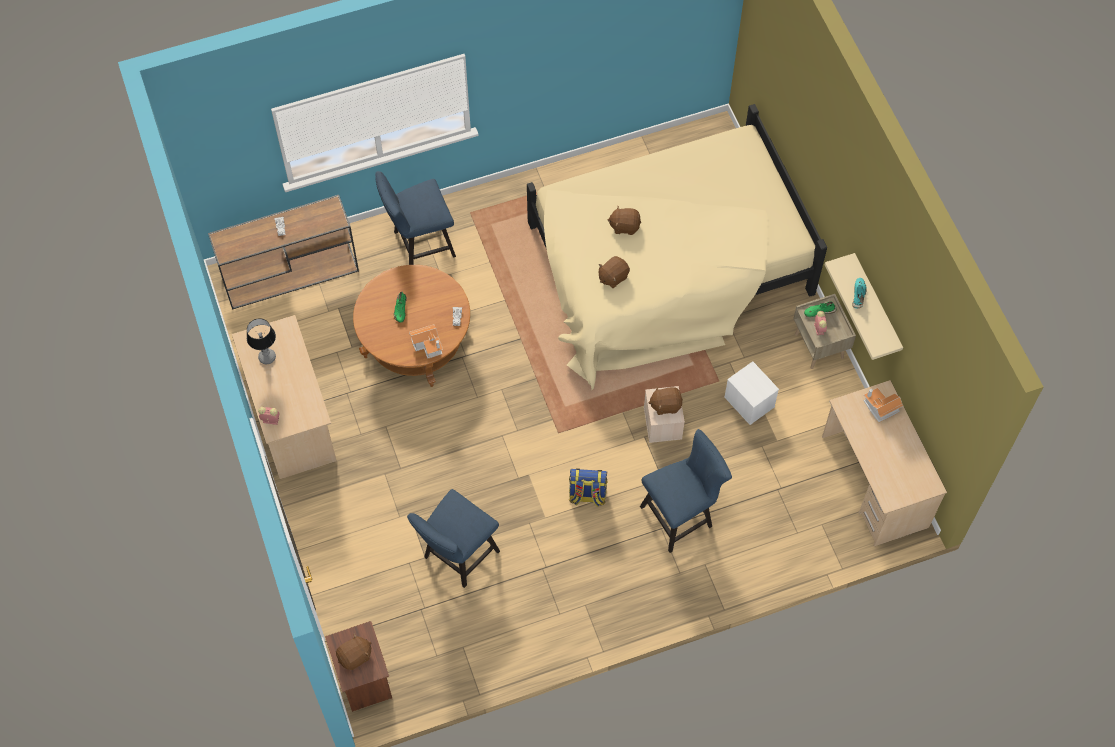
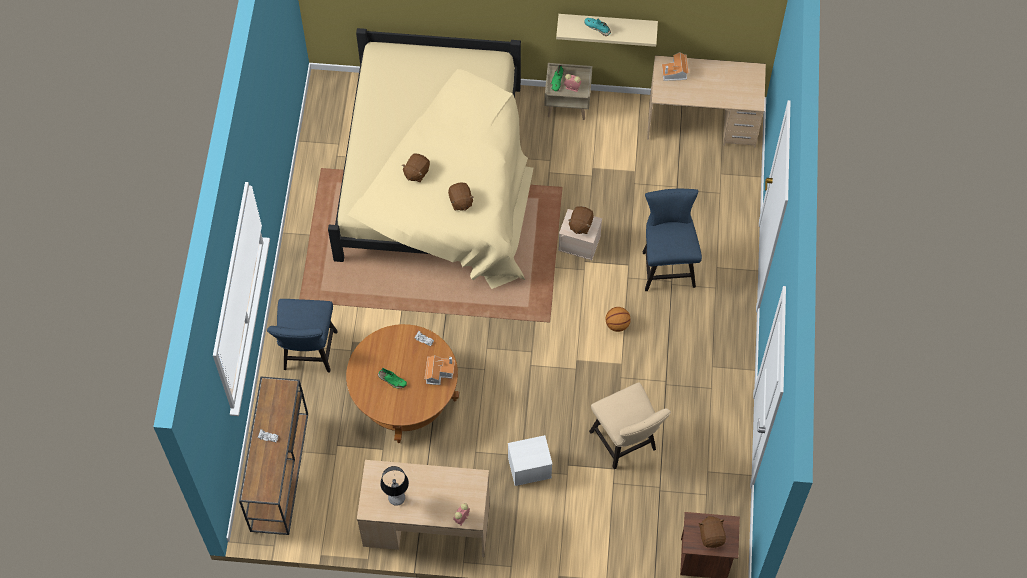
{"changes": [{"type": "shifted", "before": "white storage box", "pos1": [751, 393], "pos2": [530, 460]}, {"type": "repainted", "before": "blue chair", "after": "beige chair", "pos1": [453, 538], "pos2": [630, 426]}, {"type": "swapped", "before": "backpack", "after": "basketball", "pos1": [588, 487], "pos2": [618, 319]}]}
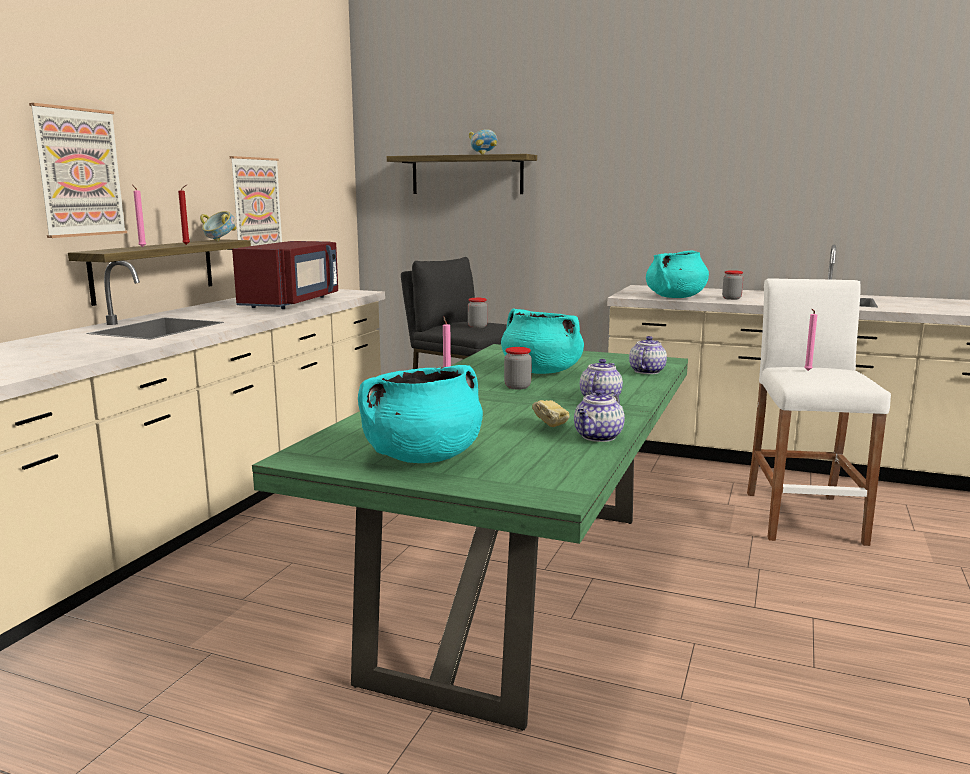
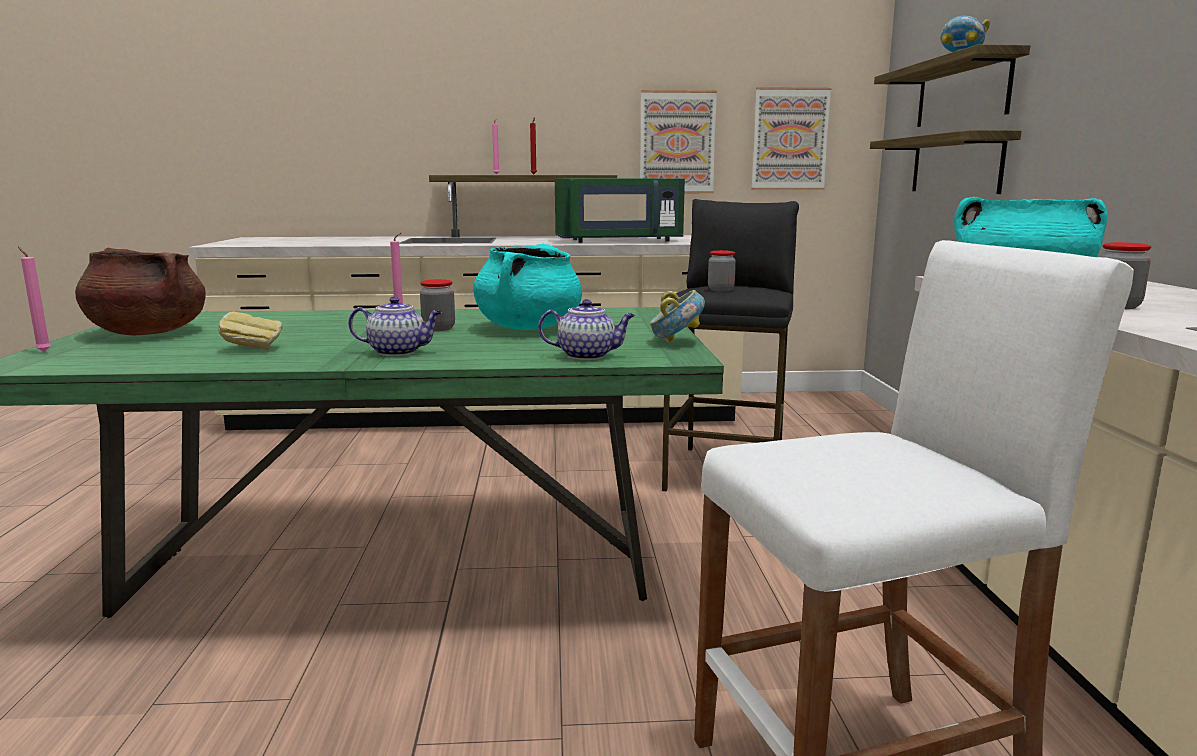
{"changes": [{"type": "shifted", "before": "pink candle", "pos1": [811, 340], "pos2": [34, 299]}, {"type": "repainted", "before": "turquoise cooking pot", "after": "brown cooking pot", "pos1": [420, 414], "pos2": [140, 291]}, {"type": "repainted", "before": "red microwave", "after": "green microwave", "pos1": [285, 275], "pos2": [620, 210]}, {"type": "shifted", "before": "bowl", "pos1": [218, 226], "pos2": [677, 316]}, {"type": "shifted", "before": "picture", "pos1": [78, 170], "pos2": [791, 138]}, {"type": "new", "after": "shelf", "pos2": [946, 162]}, {"type": "gone", "before": "teapot", "pos1": [599, 415]}]}
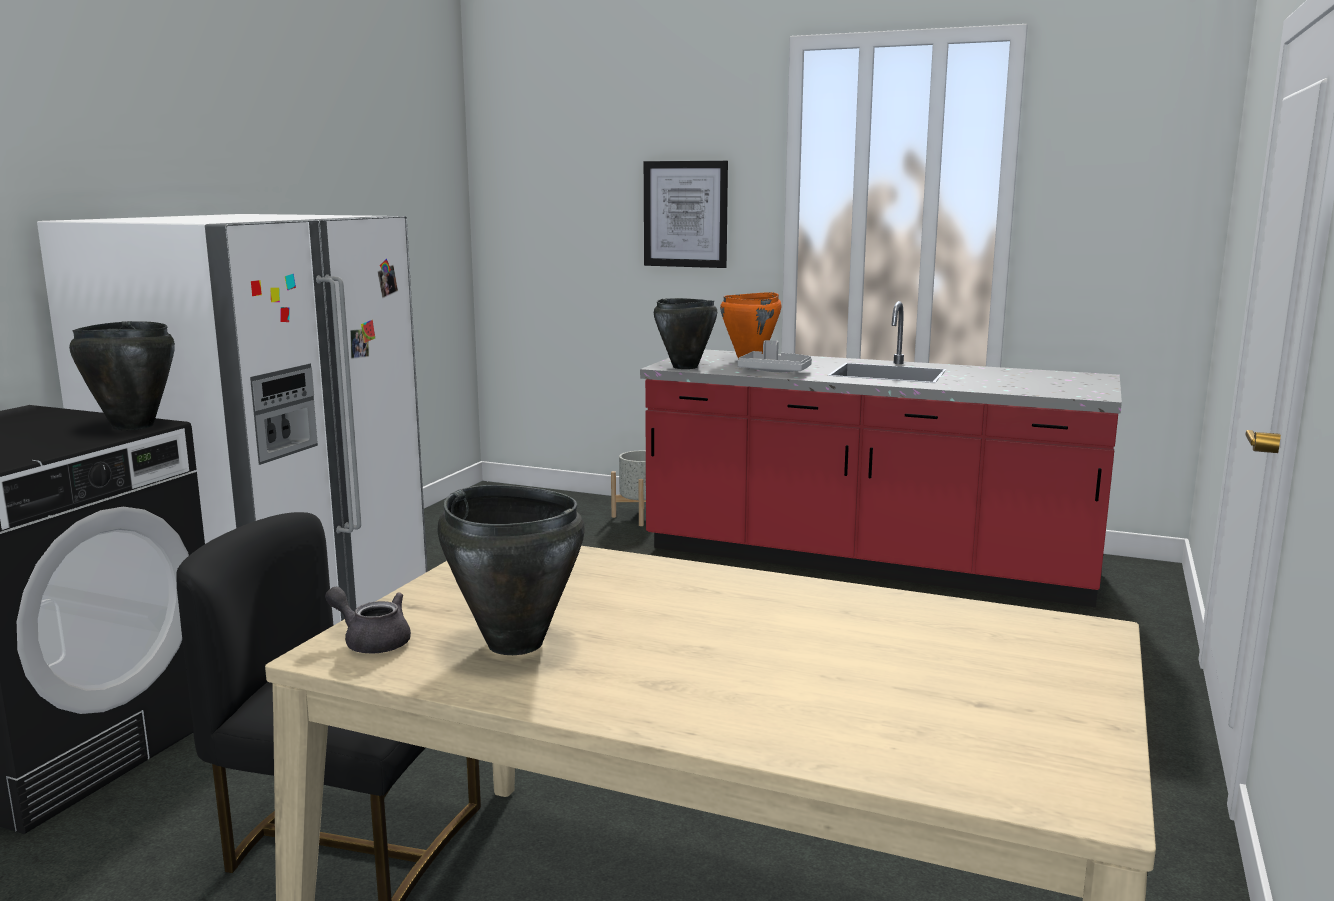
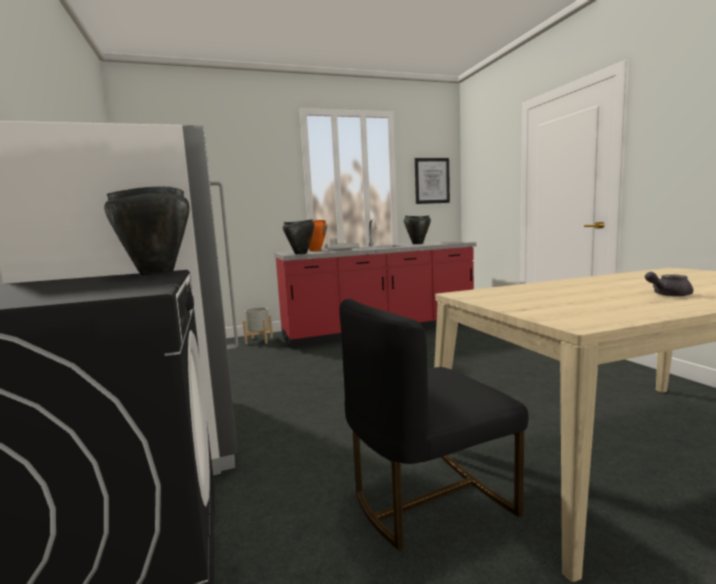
{"changes": [{"type": "shifted", "before": "black cooking pot", "pos1": [511, 570], "pos2": [417, 229]}, {"type": "shifted", "before": "picture", "pos1": [686, 214], "pos2": [432, 181]}, {"type": "shifted", "before": "grey teapot", "pos1": [368, 620], "pos2": [669, 284]}]}
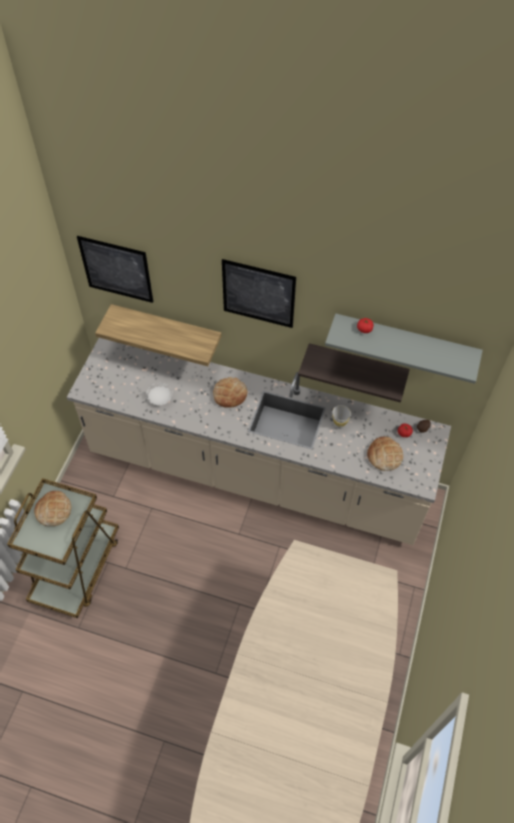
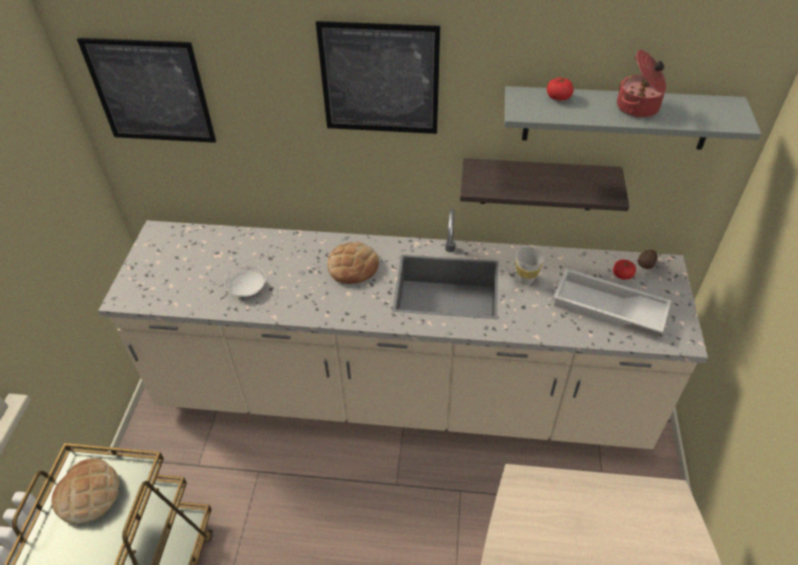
{"changes": [{"type": "swapped", "before": "bread", "after": "white tray", "pos1": [385, 454], "pos2": [612, 300]}, {"type": "new", "after": "cooking pot", "pos2": [641, 84]}, {"type": "gone", "before": "shelf", "pos1": [158, 335]}]}
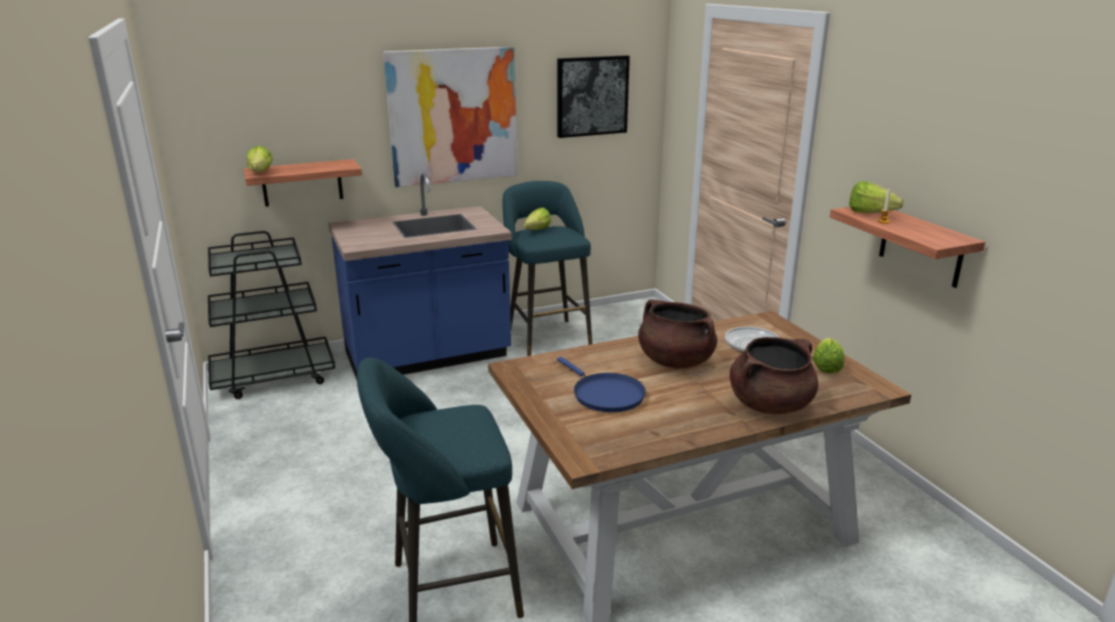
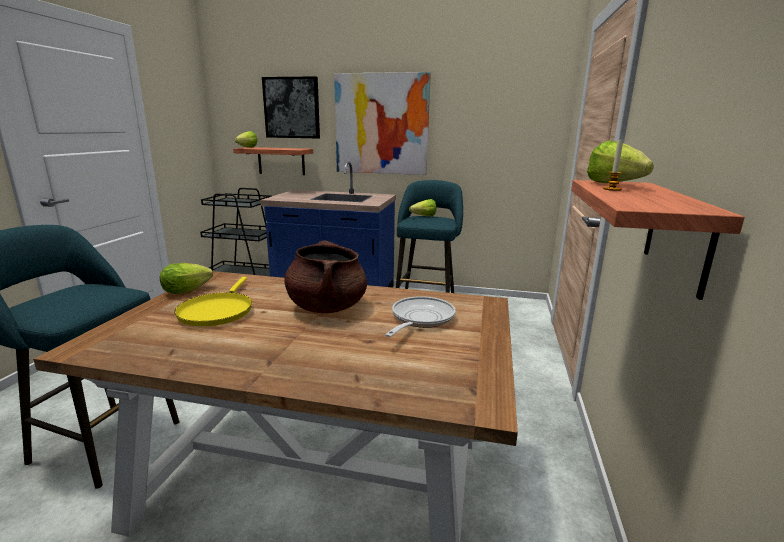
{"changes": [{"type": "shifted", "before": "lettuce", "pos1": [828, 356], "pos2": [186, 278]}, {"type": "repainted", "before": "blue frying pan", "after": "yellow frying pan", "pos1": [601, 384], "pos2": [213, 301]}, {"type": "shifted", "before": "picture", "pos1": [593, 96], "pos2": [291, 107]}, {"type": "gone", "before": "brown cooking pot", "pos1": [774, 375]}]}
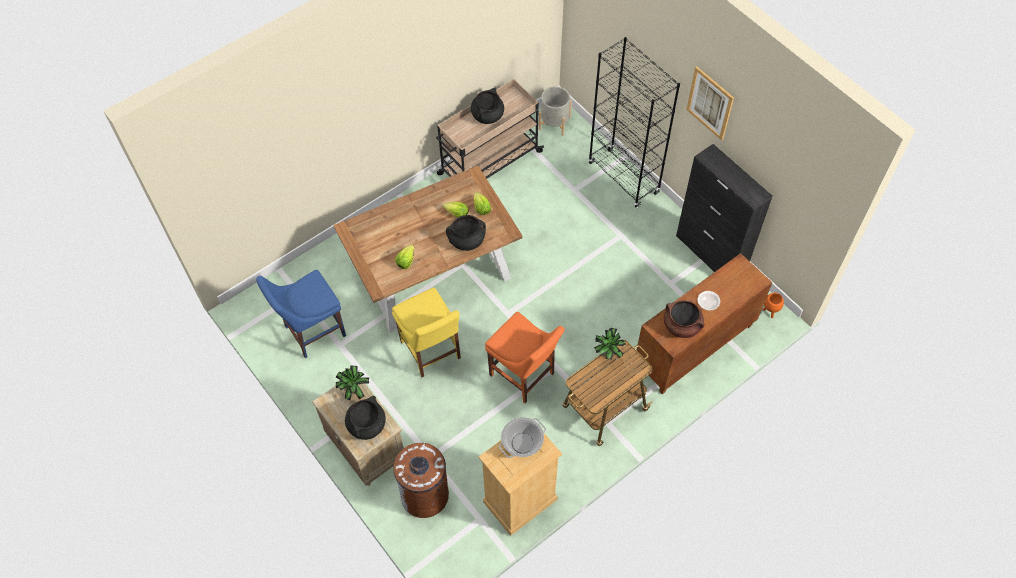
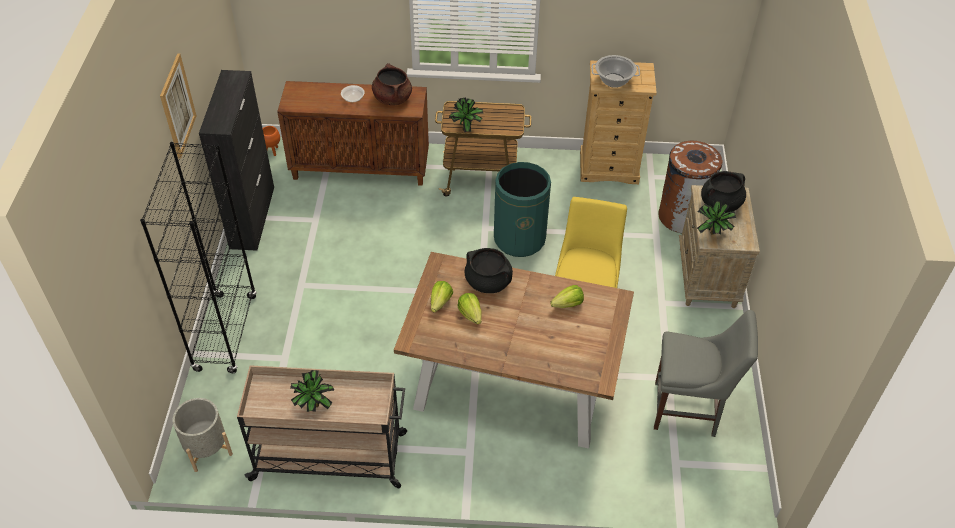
{"changes": [{"type": "swapped", "before": "black cooking pot", "after": "potted plant", "pos1": [487, 106], "pos2": [312, 391]}, {"type": "swapped", "before": "orange chair", "after": "green trash can", "pos1": [524, 357], "pos2": [522, 209]}, {"type": "repainted", "before": "blue chair", "after": "grey chair", "pos1": [301, 314], "pos2": [706, 373]}]}
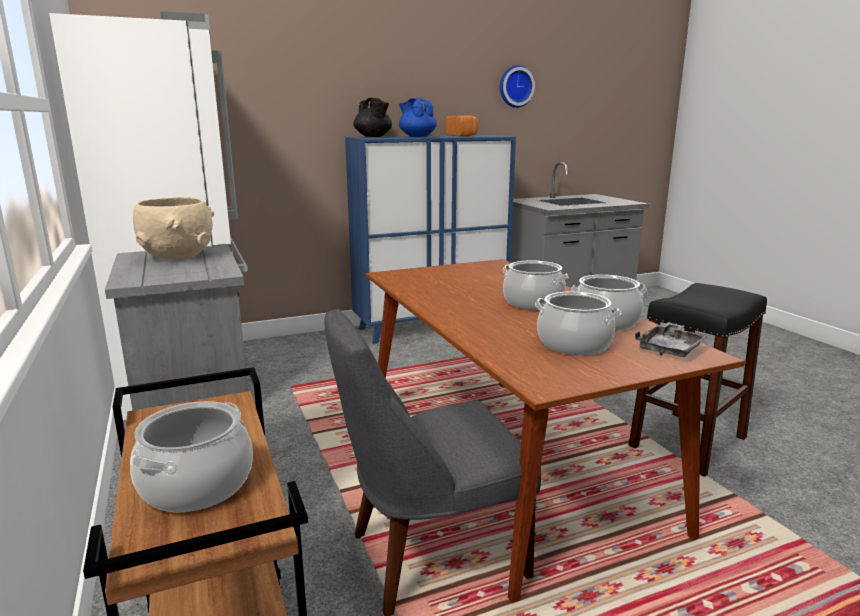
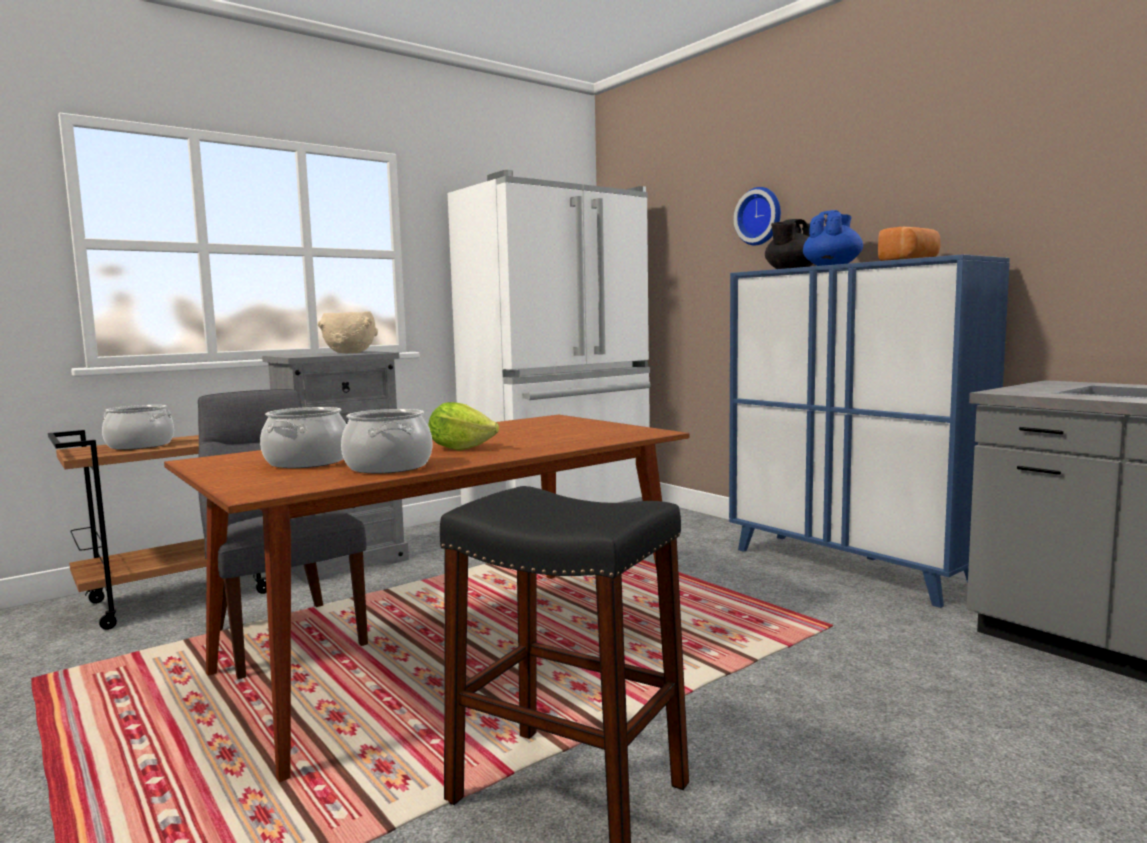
{"changes": [{"type": "swapped", "before": "cooking pot", "after": "lettuce", "pos1": [536, 285], "pos2": [463, 426]}, {"type": "shifted", "before": "wall clock", "pos1": [517, 86], "pos2": [757, 216]}, {"type": "gone", "before": "grey tray", "pos1": [672, 339]}]}
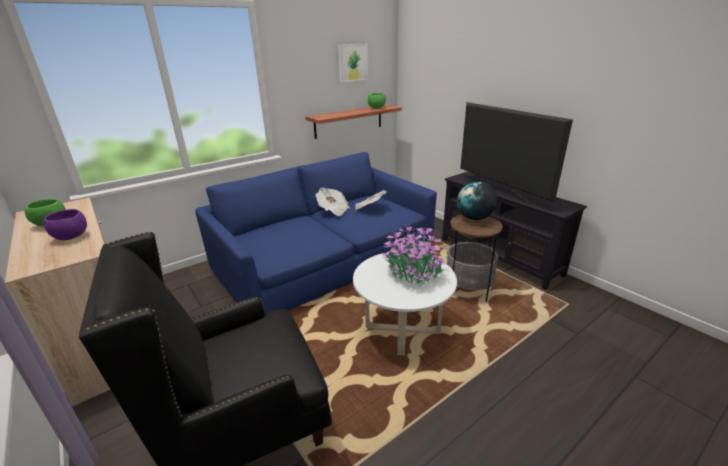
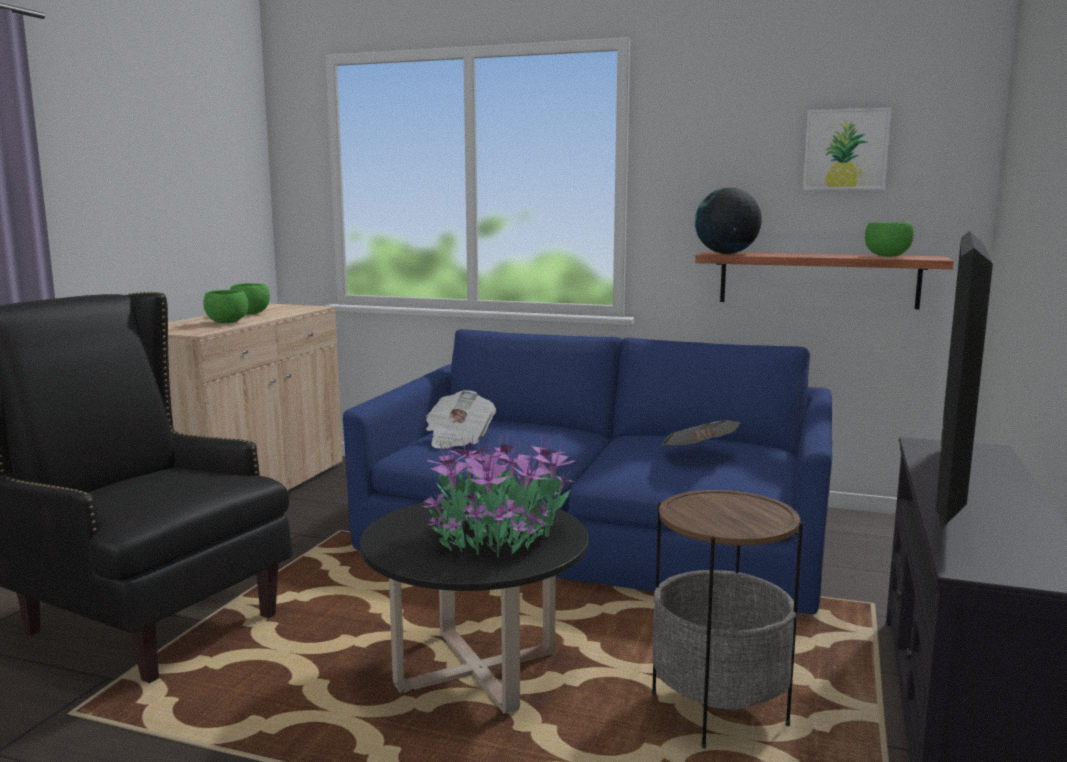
{"changes": [{"type": "repainted", "before": "purple bowl", "after": "green bowl", "pos1": [65, 224], "pos2": [225, 306]}, {"type": "repainted", "before": "white coffee table", "after": "black coffee table", "pos1": [405, 303], "pos2": [474, 606]}, {"type": "shifted", "before": "newspaper", "pos1": [332, 202], "pos2": [461, 419]}, {"type": "shifted", "before": "globe", "pos1": [477, 200], "pos2": [728, 220]}]}
